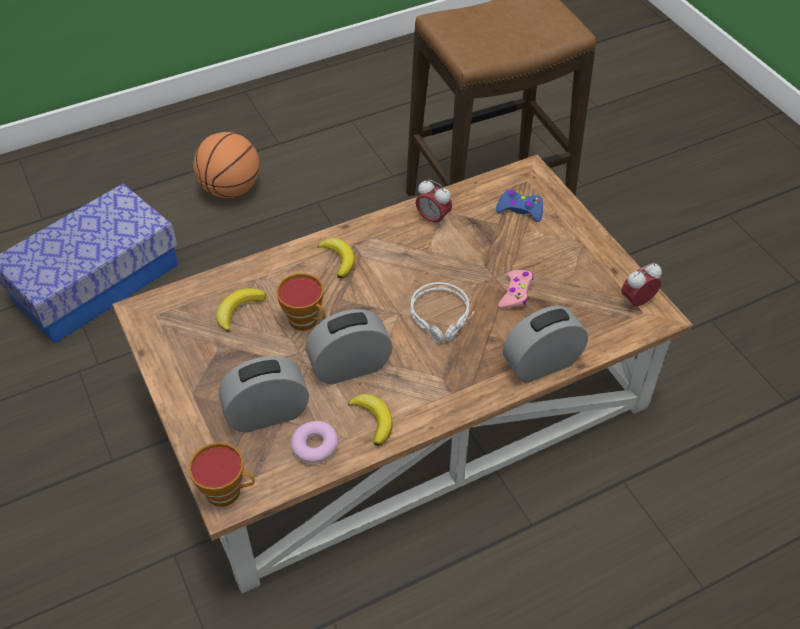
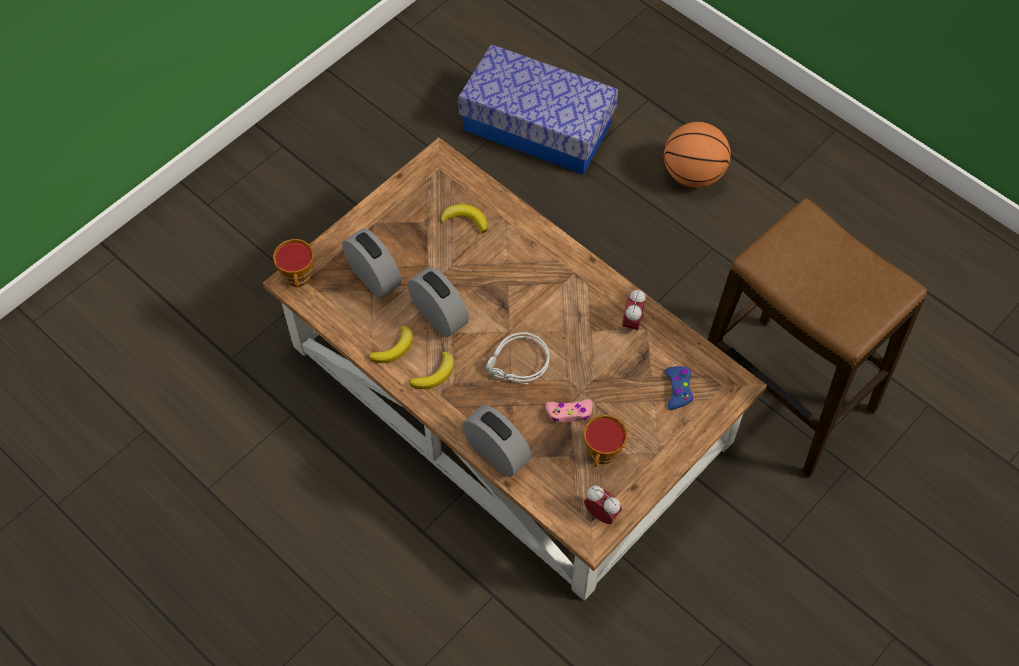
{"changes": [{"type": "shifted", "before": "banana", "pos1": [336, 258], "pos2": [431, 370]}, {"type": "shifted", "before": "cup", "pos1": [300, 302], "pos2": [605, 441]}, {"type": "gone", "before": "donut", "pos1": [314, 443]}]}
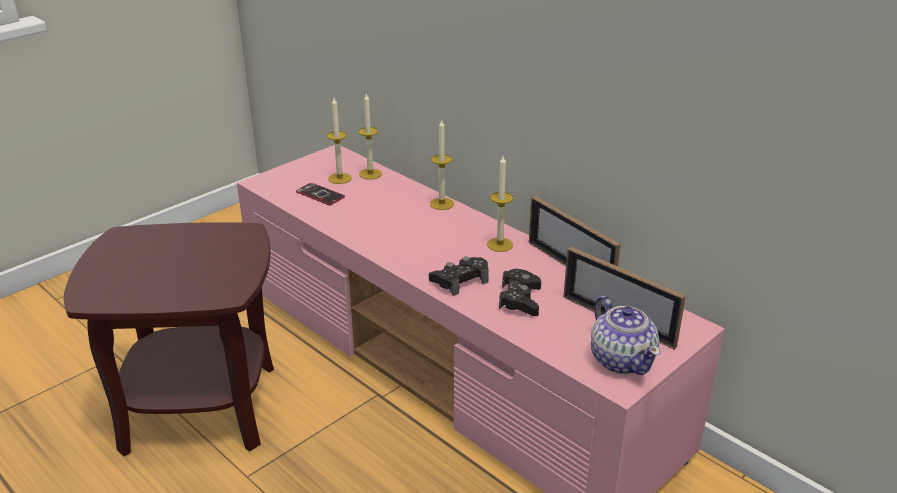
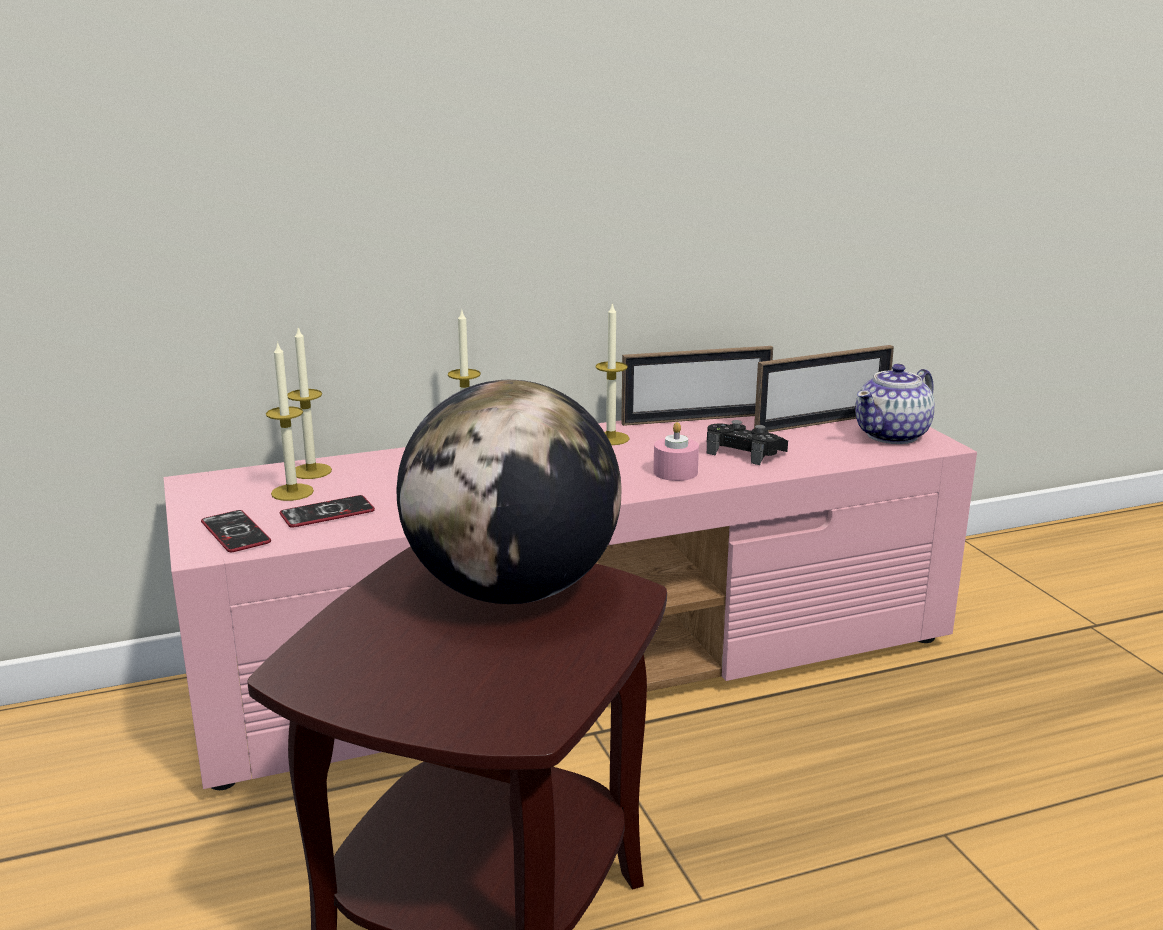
{"changes": [{"type": "new", "after": "phone", "pos2": [236, 531]}, {"type": "new", "after": "globe", "pos2": [509, 492]}, {"type": "swapped", "before": "black game controller", "after": "pink candle", "pos1": [459, 276], "pos2": [676, 451]}, {"type": "rotated", "before": "teapot", "pos1": [625, 335], "pos2": [895, 404], "turn": 135}]}
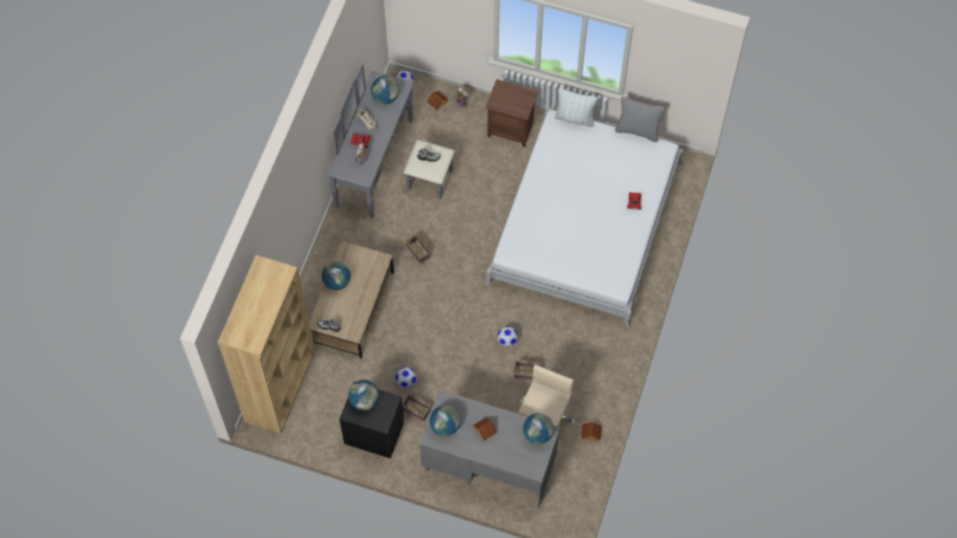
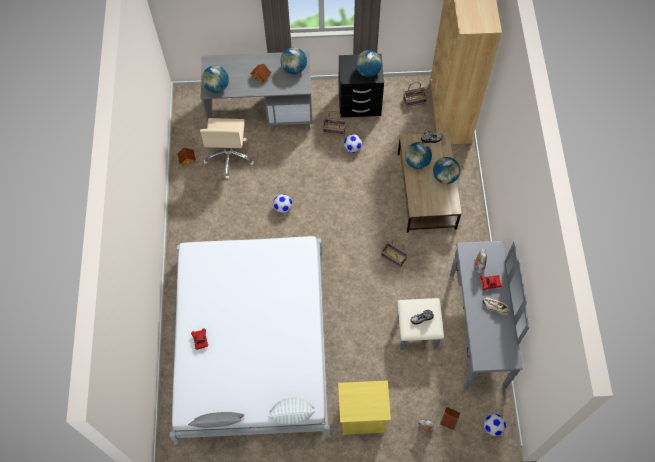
{"changes": [{"type": "repainted", "before": "brown nightstand", "after": "yellow nightstand", "pos1": [511, 113], "pos2": [364, 407]}, {"type": "shifted", "before": "basket", "pos1": [527, 368], "pos2": [415, 94]}, {"type": "shifted", "before": "globe", "pos1": [385, 90], "pos2": [418, 155]}]}
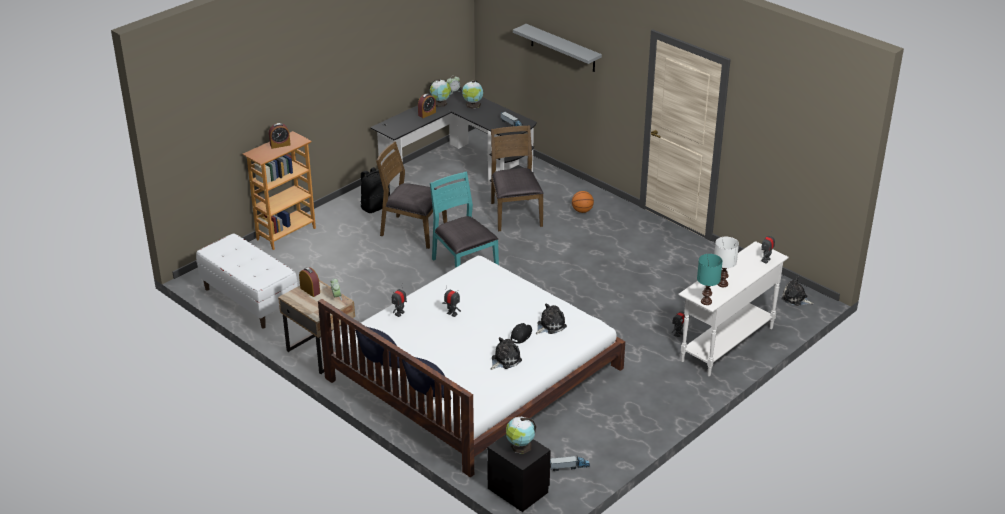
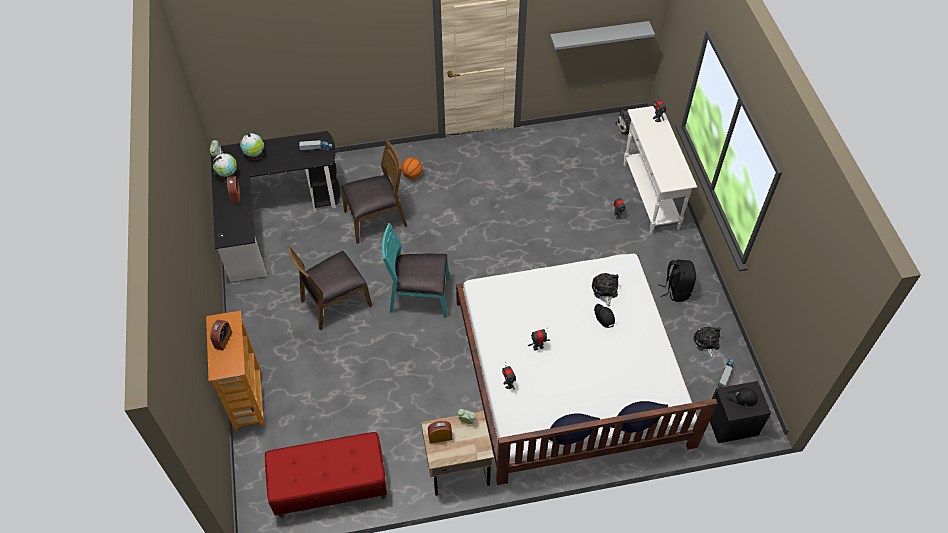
{"changes": [{"type": "repainted", "before": "white bench", "after": "red bench", "pos1": [247, 281], "pos2": [326, 475]}, {"type": "rotated", "before": "brown chair", "pos1": [517, 178], "pos2": [374, 192], "turn": 135}, {"type": "shifted", "before": "grey shelf", "pos1": [557, 48], "pos2": [602, 36]}, {"type": "shifted", "before": "black backpack", "pos1": [375, 190], "pos2": [677, 281]}, {"type": "shifted", "before": "plush toy", "pos1": [506, 353], "pos2": [707, 342]}, {"type": "swapped", "before": "globe", "after": "black cap", "pos1": [521, 435], "pos2": [742, 397]}, {"type": "gone", "before": "turquoise table lamp", "pos1": [710, 279]}, {"type": "gone", "before": "white table lamp", "pos1": [726, 262]}]}
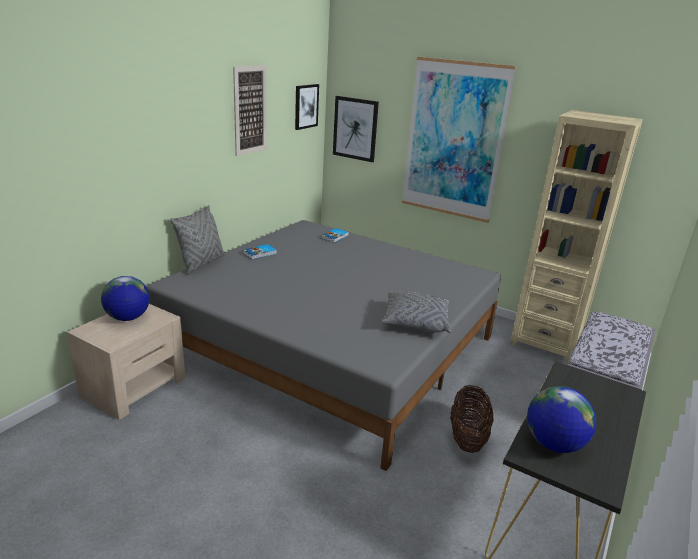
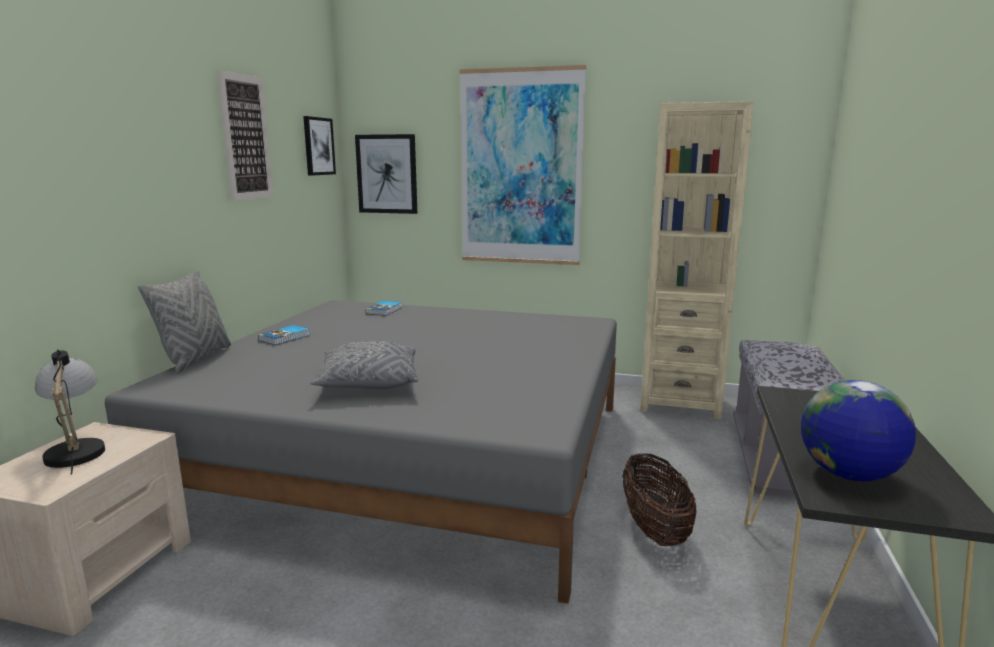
{"changes": [{"type": "swapped", "before": "globe", "after": "table lamp", "pos1": [125, 298], "pos2": [70, 412]}, {"type": "shifted", "before": "grey pillow", "pos1": [416, 312], "pos2": [364, 365]}]}
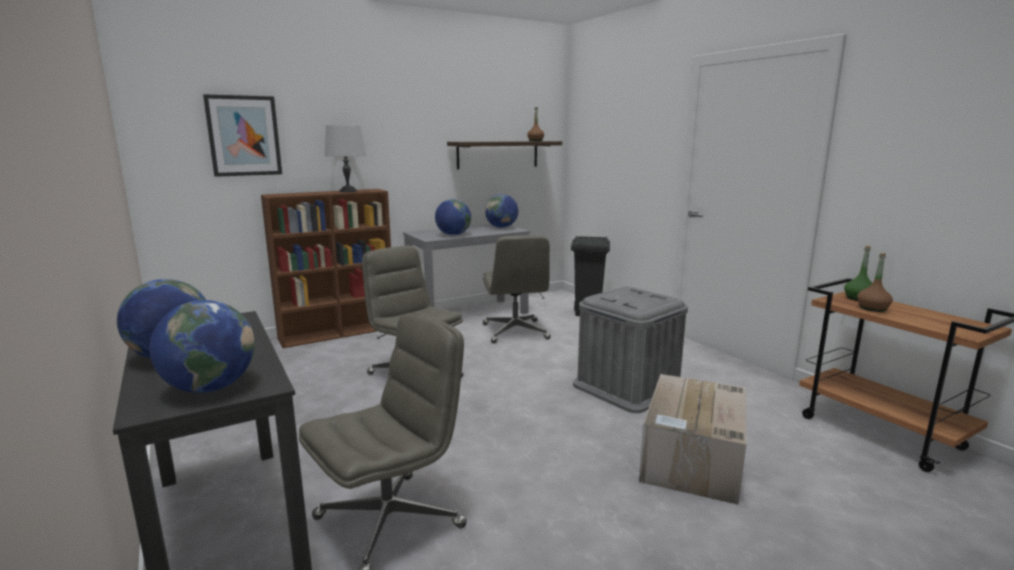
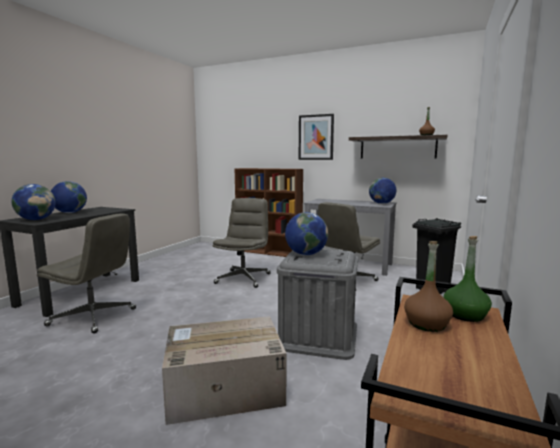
{"changes": [{"type": "shifted", "before": "globe", "pos1": [453, 217], "pos2": [306, 233]}, {"type": "shifted", "before": "picture", "pos1": [242, 135], "pos2": [316, 137]}, {"type": "gone", "before": "grey table lamp", "pos1": [345, 158]}]}
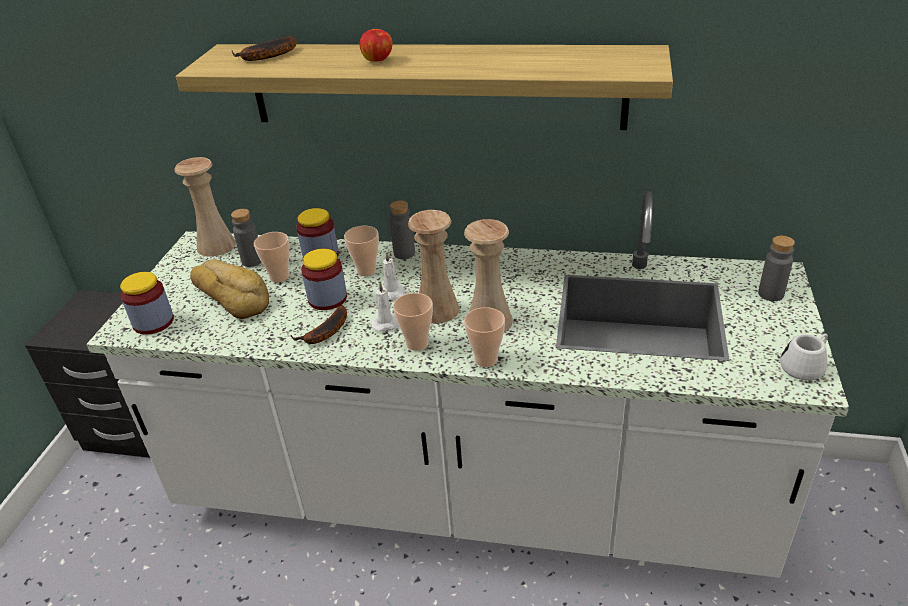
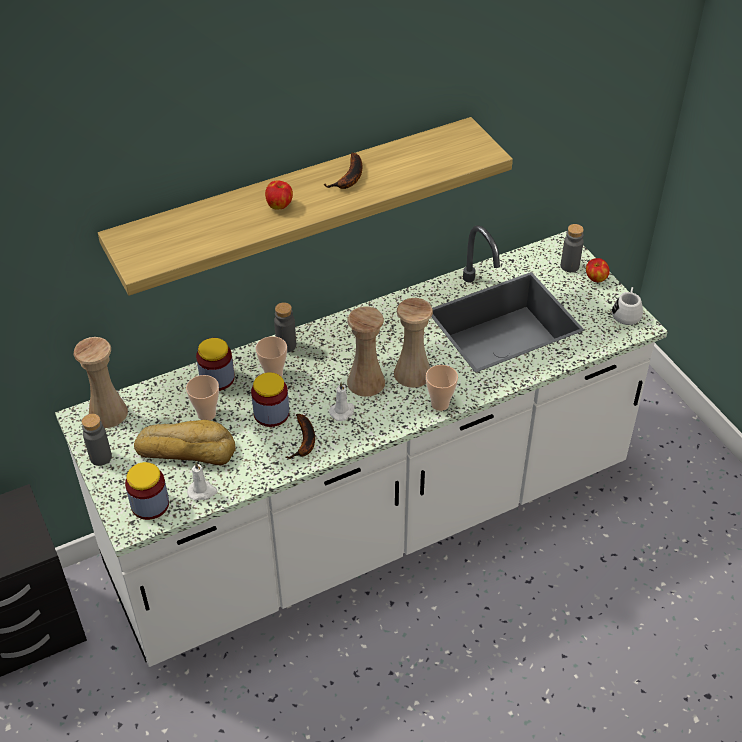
{"changes": [{"type": "shifted", "before": "grey bottle", "pos1": [246, 238], "pos2": [97, 440]}, {"type": "shifted", "before": "white candle", "pos1": [394, 276], "pos2": [202, 481]}, {"type": "shifted", "before": "banana", "pos1": [264, 48], "pos2": [343, 170]}, {"type": "new", "after": "apple", "pos2": [598, 270]}, {"type": "gone", "before": "cup", "pos1": [413, 322]}]}
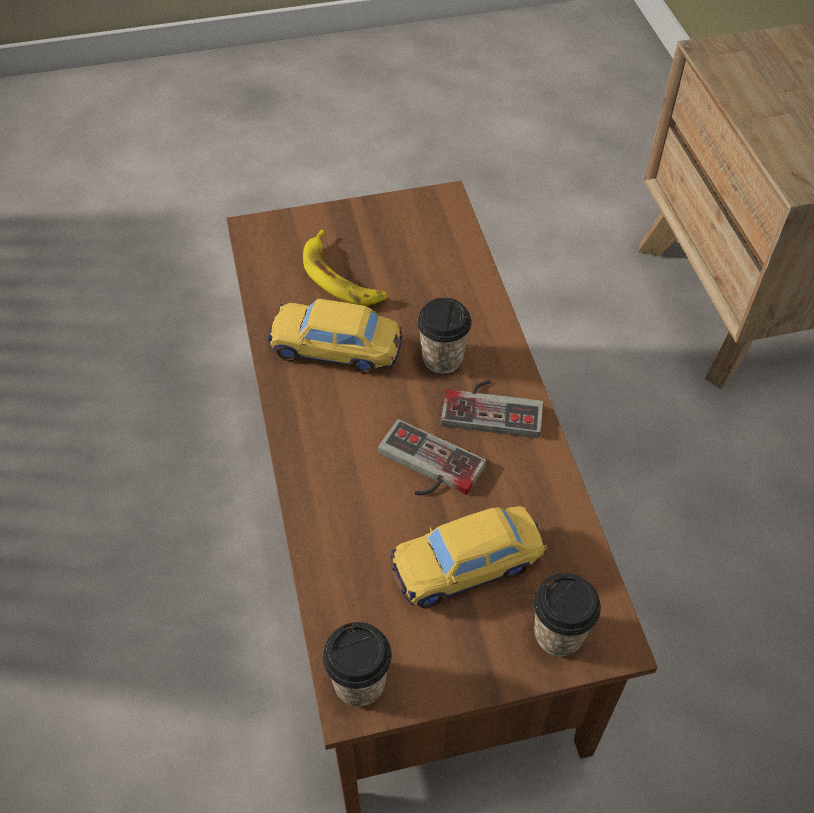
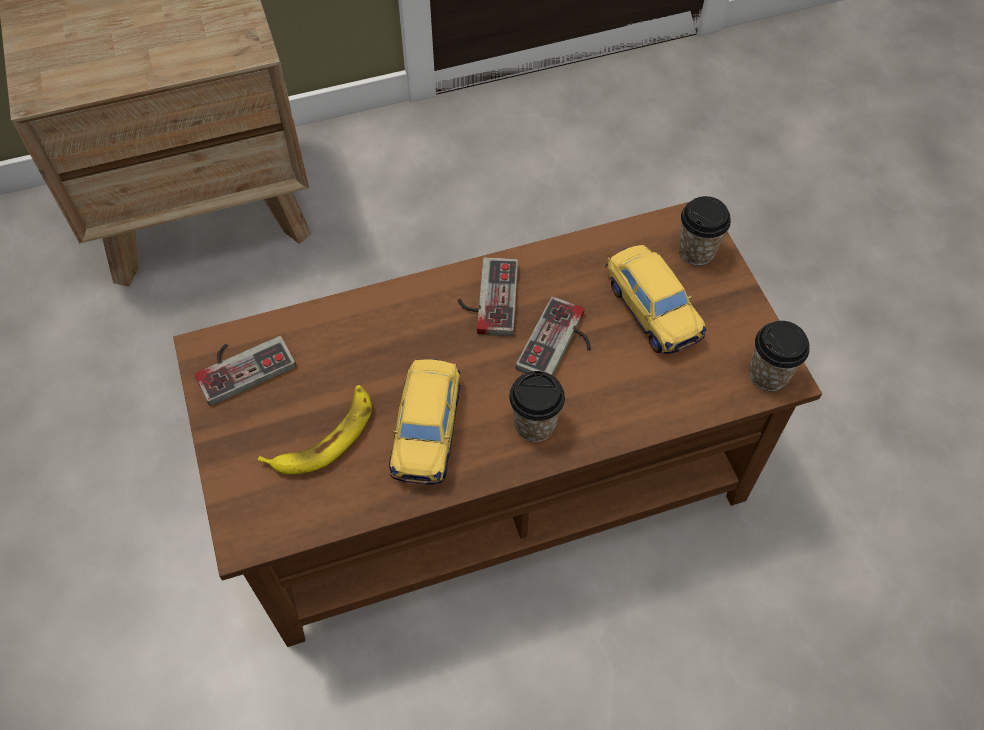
{"changes": [{"type": "new", "after": "game controller", "pos2": [245, 371]}, {"type": "shifted", "before": "cup", "pos1": [444, 335], "pos2": [537, 406]}]}
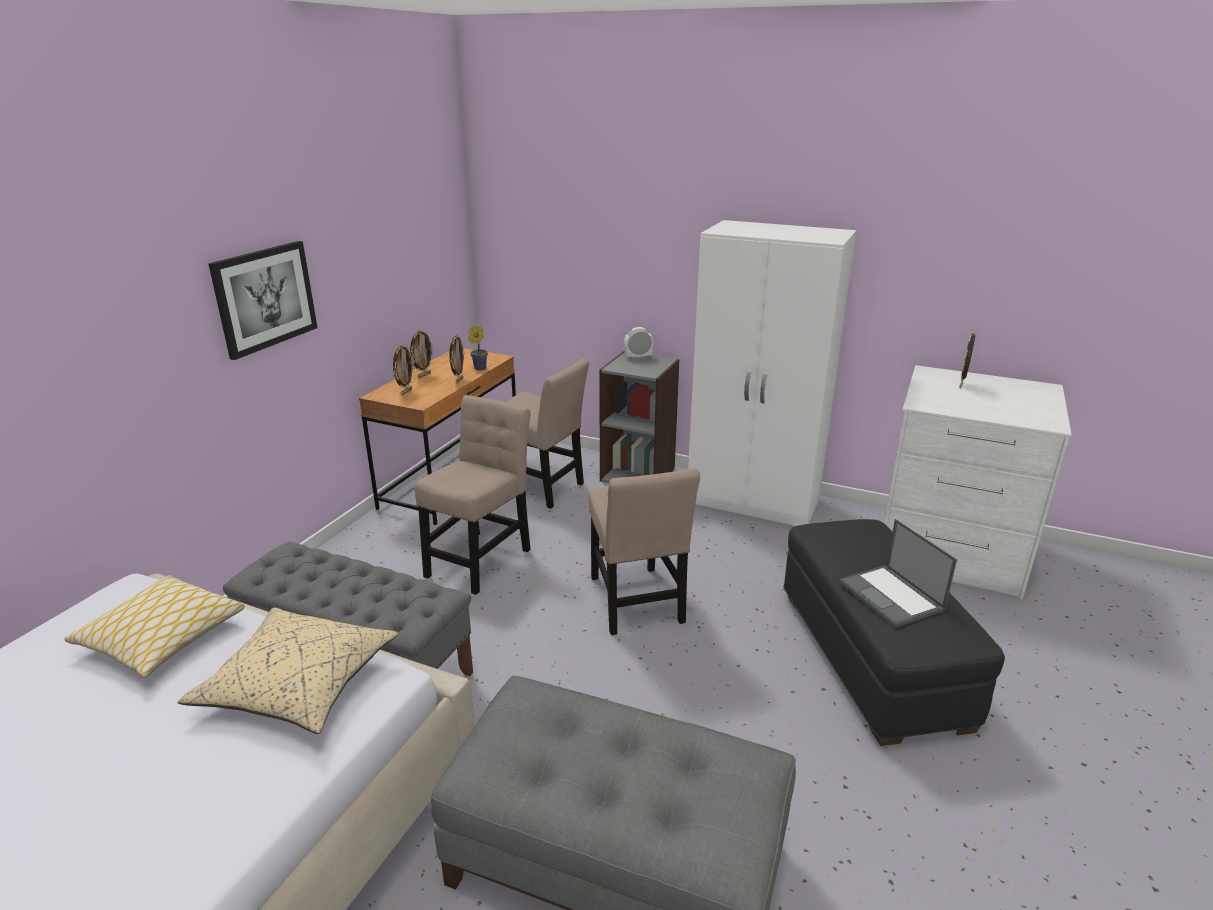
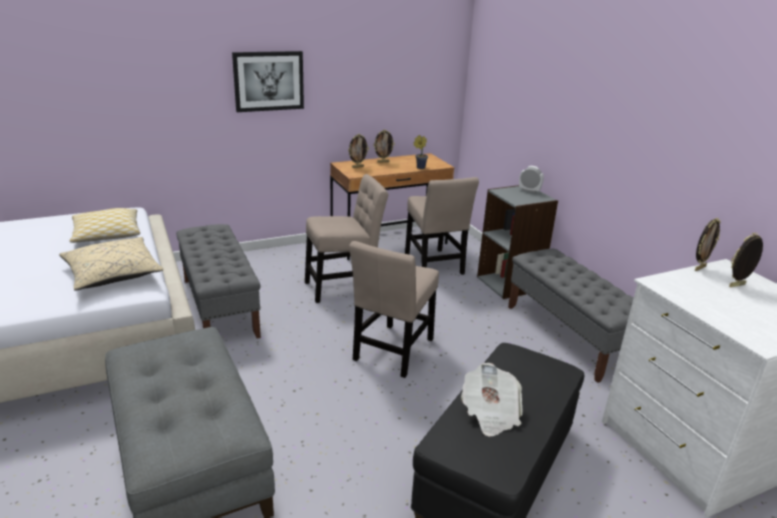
{"changes": [{"type": "swapped", "before": "laptop", "after": "newspaper", "pos1": [898, 573], "pos2": [491, 400]}, {"type": "swapped", "before": "white wardrobe", "after": "grey bench", "pos1": [772, 373], "pos2": [571, 316]}, {"type": "shifted", "before": "picture frame", "pos1": [457, 359], "pos2": [708, 244]}]}
